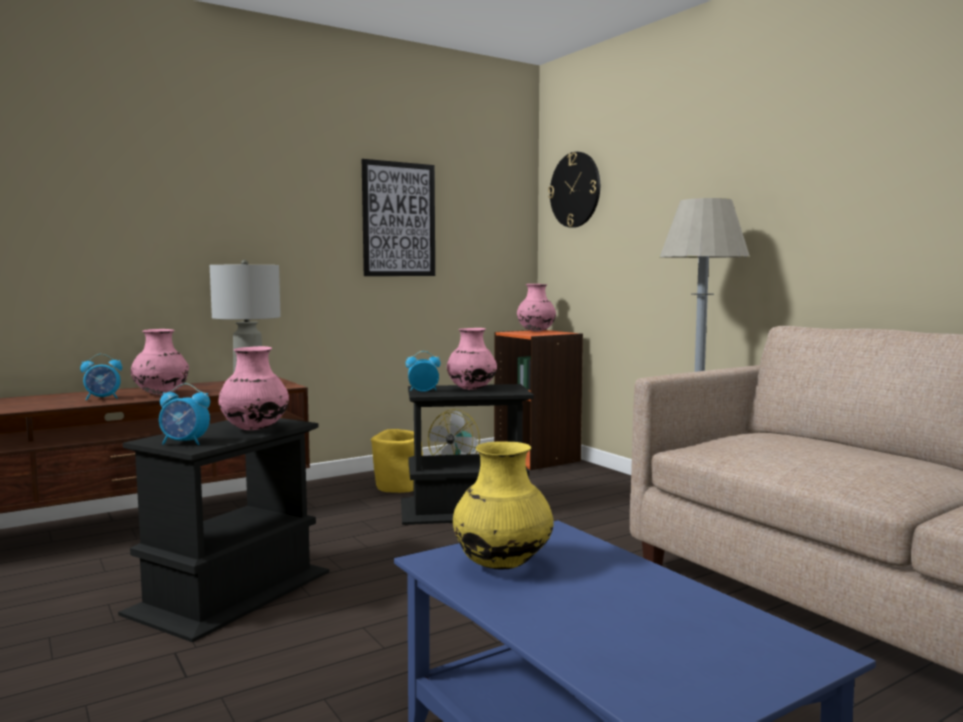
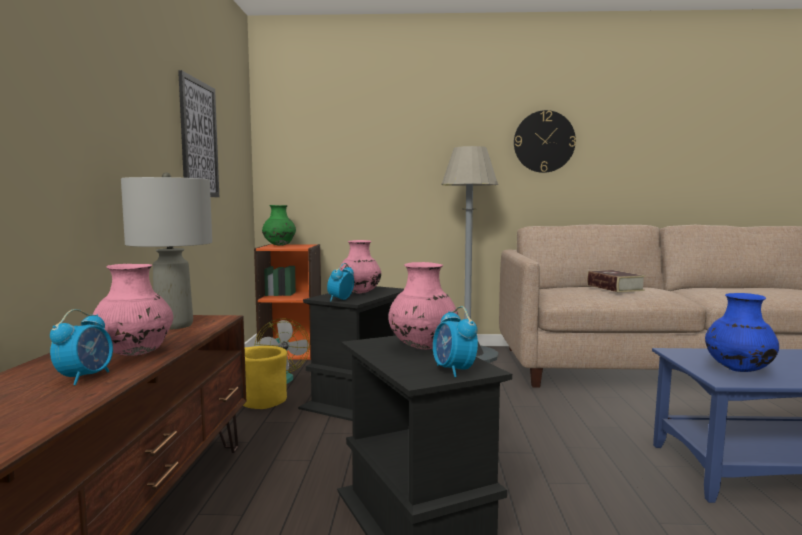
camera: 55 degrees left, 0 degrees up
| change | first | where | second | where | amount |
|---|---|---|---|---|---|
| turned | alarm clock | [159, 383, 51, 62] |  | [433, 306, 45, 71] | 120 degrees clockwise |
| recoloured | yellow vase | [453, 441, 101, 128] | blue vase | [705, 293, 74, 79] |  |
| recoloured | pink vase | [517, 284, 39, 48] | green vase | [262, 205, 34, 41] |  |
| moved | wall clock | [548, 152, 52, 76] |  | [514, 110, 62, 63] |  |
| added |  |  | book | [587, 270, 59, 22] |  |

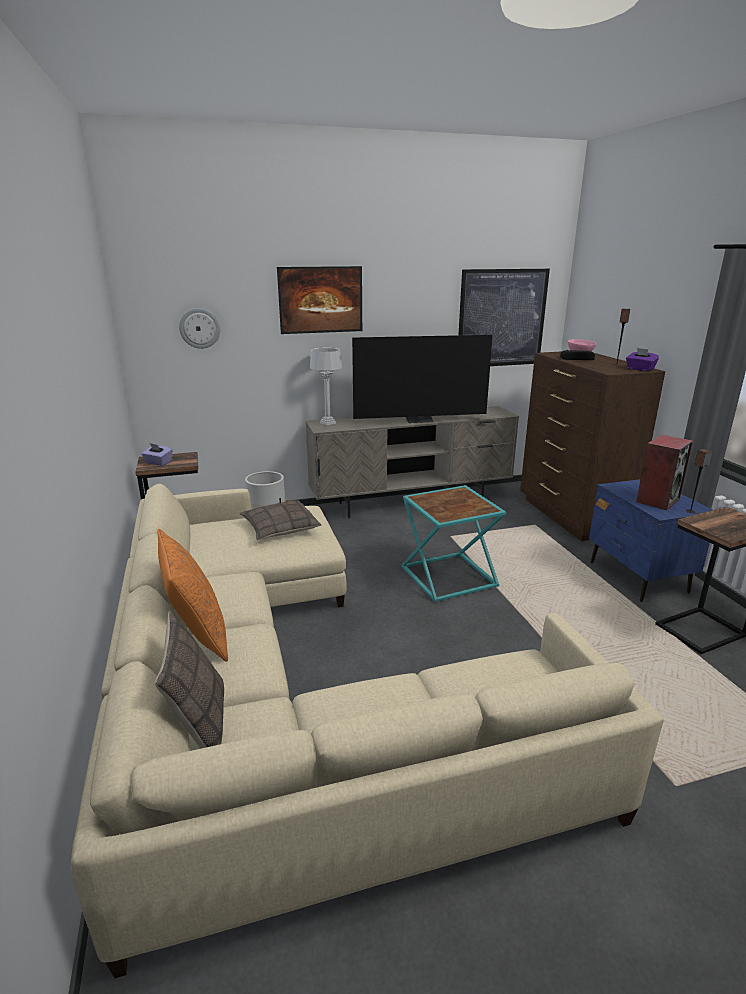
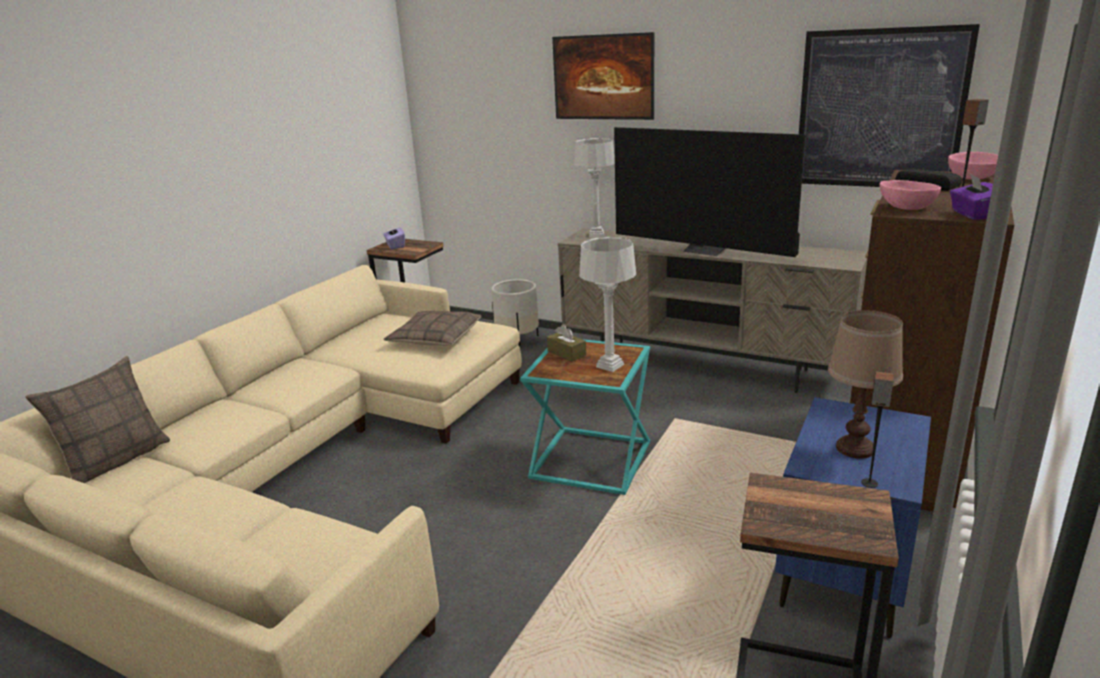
camera: 45 degrees right, 0 degrees up
| change | first | where | second | where | amount |
|---|---|---|---|---|---|
| removed | orange pillow | [157, 529, 71, 133] |  |  |  |
| removed | wall clock | [179, 308, 41, 41] |  |  |  |
| replaced | speaker | [636, 435, 57, 75] | brown table lamp | [828, 310, 75, 149] |  |
| added |  |  | brown tissue box | [547, 325, 39, 36] |  |
| added |  |  | grey table lamp | [579, 237, 57, 135] |  |
| added |  |  | pink bowl | [879, 180, 62, 30] |  |

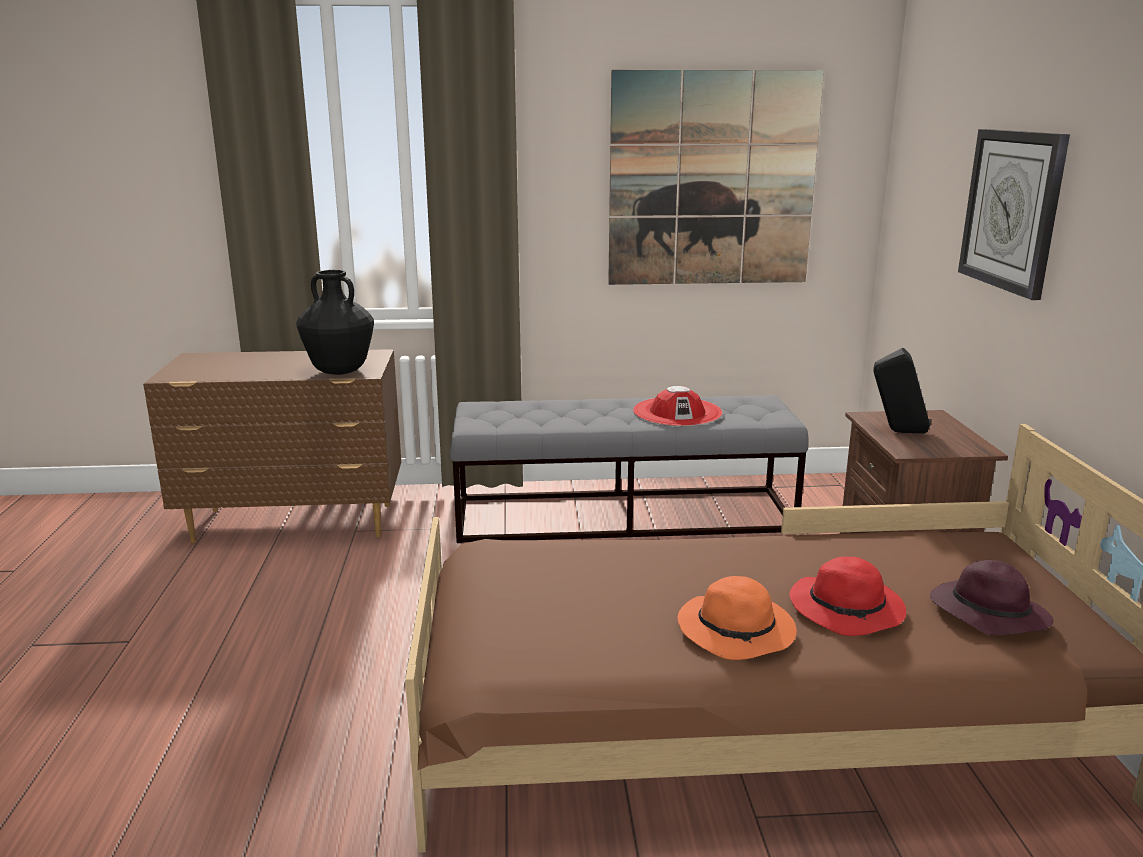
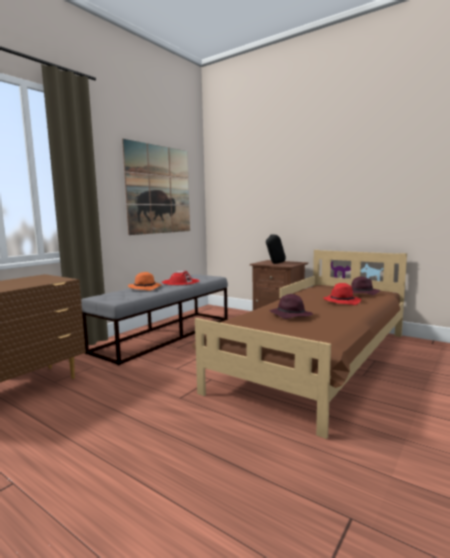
camera: 50 degrees left, 10 degrees down
| change | first | where | second | where | amount |
|---|---|---|---|---|---|
| removed | black vase | [296, 270, 78, 105] |  |  |  |
| moved | orange hat | [678, 576, 119, 84] |  | [128, 272, 33, 19] |  |
| removed | wall clock | [958, 129, 112, 171] |  |  |  |
| added |  |  | purple hat | [270, 294, 43, 25] |  |

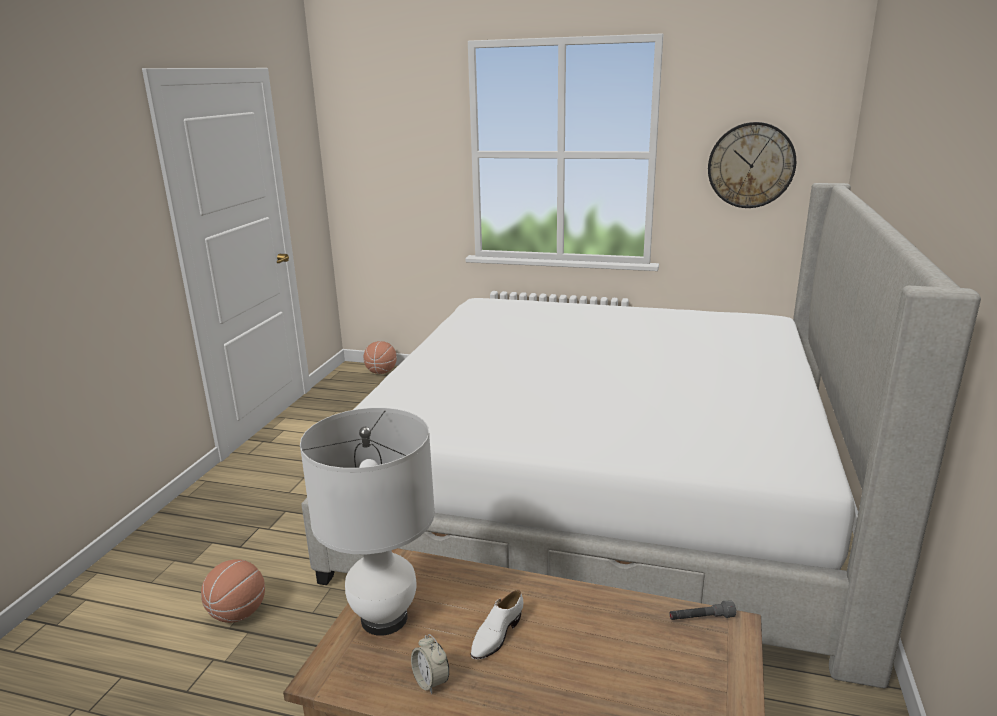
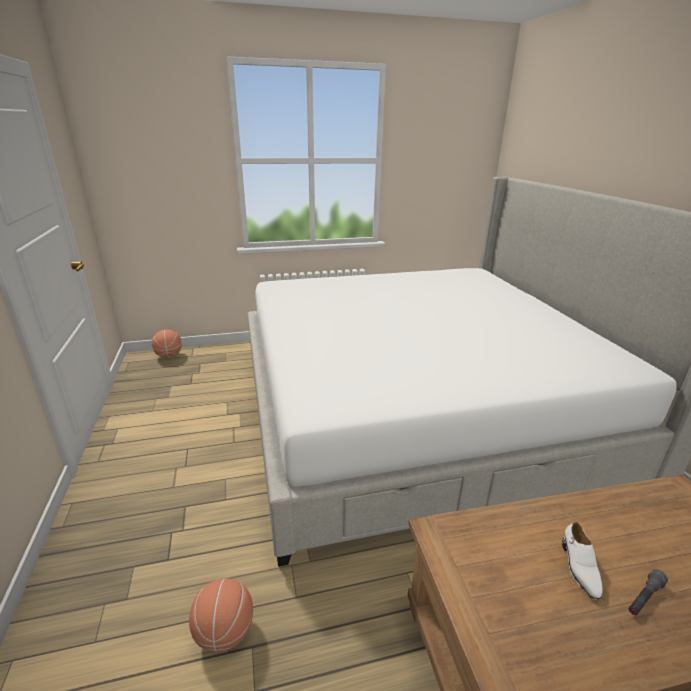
camera: 30 degrees left, 5 degrees up
| change | first | where | second | where | amount |
|---|---|---|---|---|---|
| removed | white table lamp | [300, 408, 135, 228] |  |  |  |
| removed | alarm clock | [411, 634, 38, 60] |  |  |  |
| moved | grey flashlight | [669, 600, 67, 20] |  | [629, 569, 39, 46] |  |
| removed | wall clock | [708, 122, 88, 86] |  |  |  |

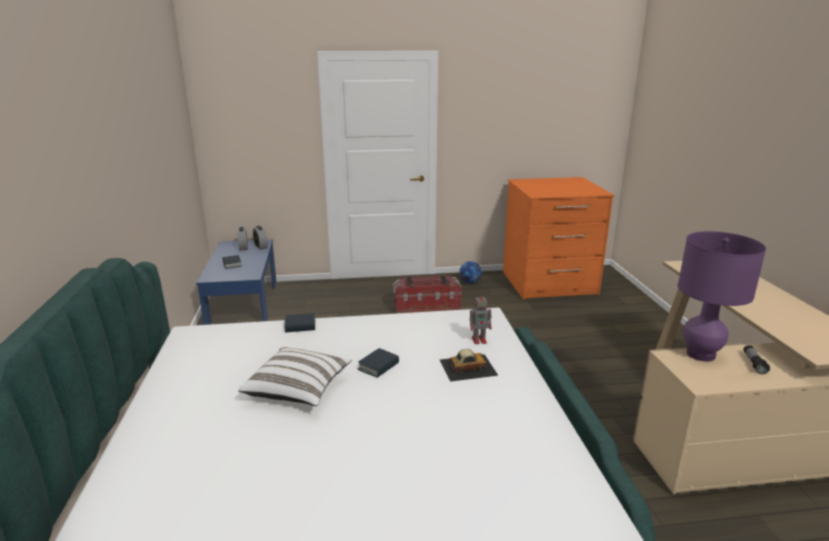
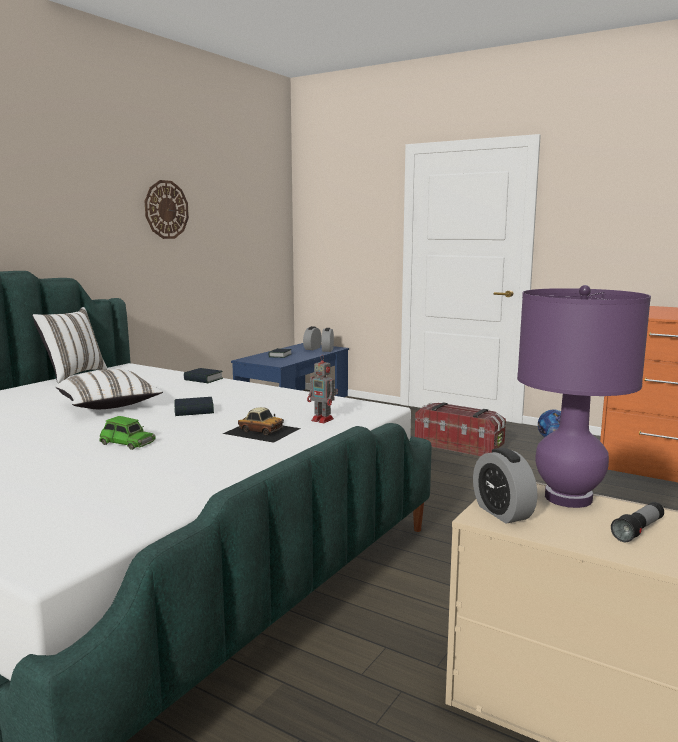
camera: 40 degrees right, 10 degrees down
| change | first | where | second | where | amount |
|---|---|---|---|---|---|
| added |  |  | white pillow | [32, 307, 75, 76] |  |
| added |  |  | green toy car | [99, 416, 57, 34] |  |
| added |  |  | wall clock | [145, 180, 44, 59] |  |
| added |  |  | alarm clock | [473, 448, 64, 76] |  |

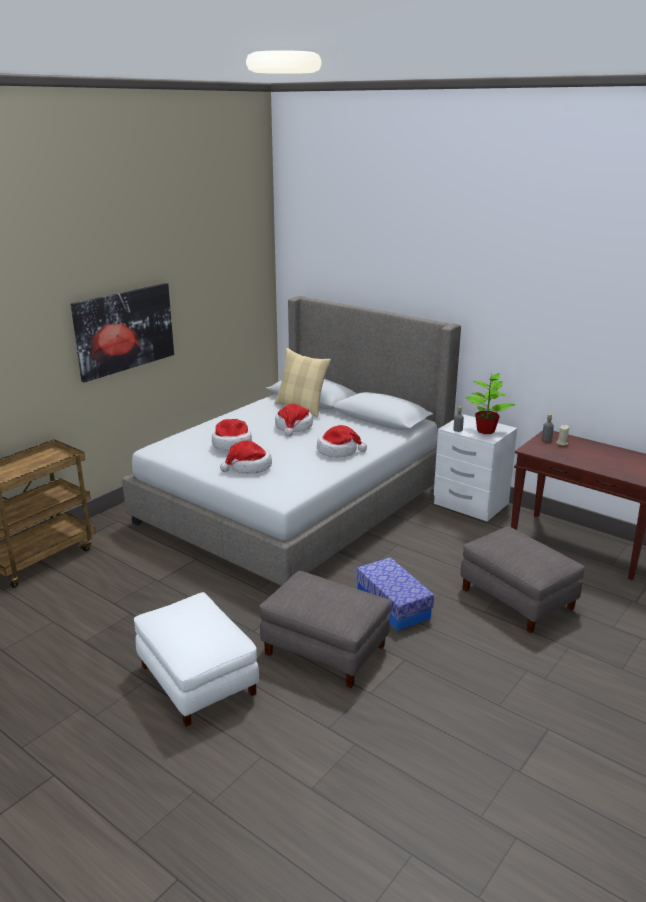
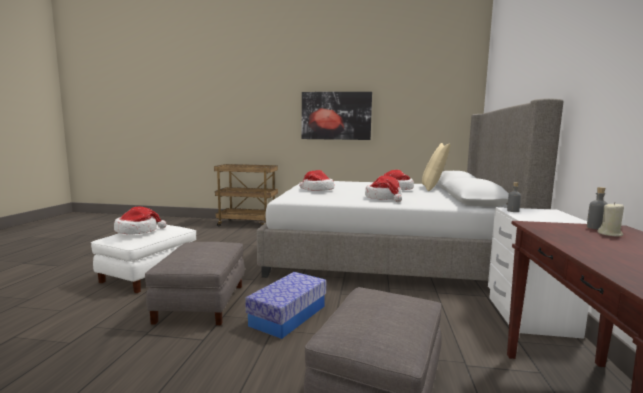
camera: 60 degrees right, 15 degrees down
| change | first | where | second | where | amount |
|---|---|---|---|---|---|
| moved | hat | [212, 419, 40, 31] |  | [114, 207, 53, 27] |  |
| removed | potted plant | [465, 372, 50, 62] |  |  |  |

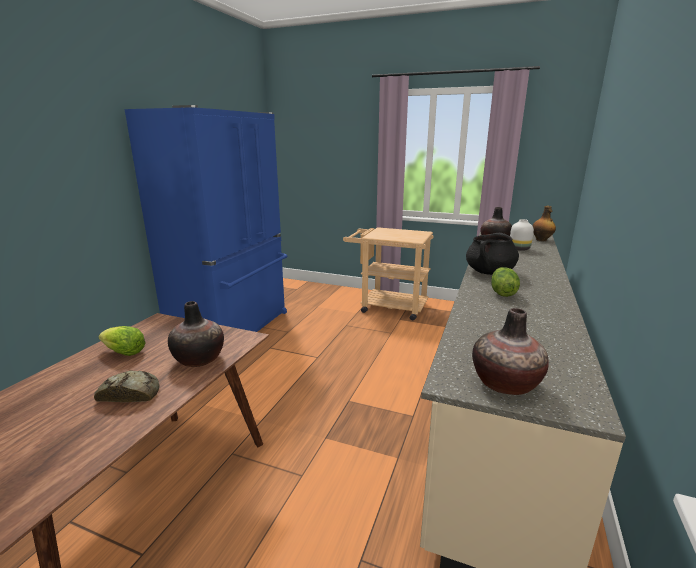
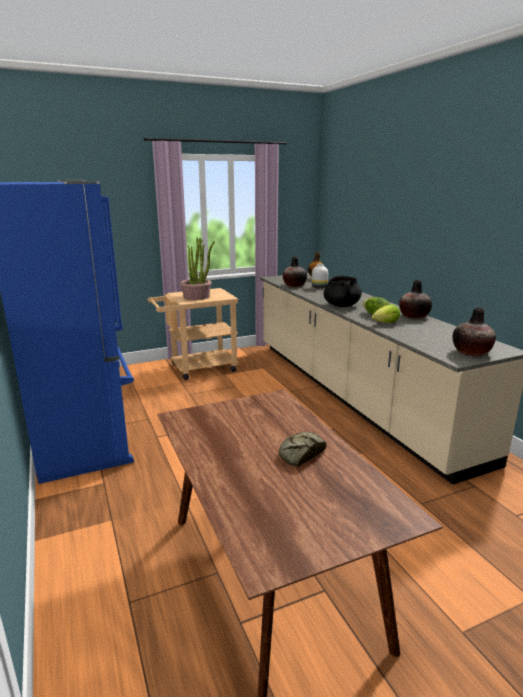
camera: 45 degrees left, 0 degrees up
| change | first | where | second | where | amount |
|---|---|---|---|---|---|
| moved | lettuce | [99, 326, 47, 30] |  | [372, 304, 28, 19] |  |
| moved | vase | [168, 301, 56, 66] |  | [399, 280, 33, 39] |  |
| added |  |  | potted plant | [180, 237, 35, 63] |  |

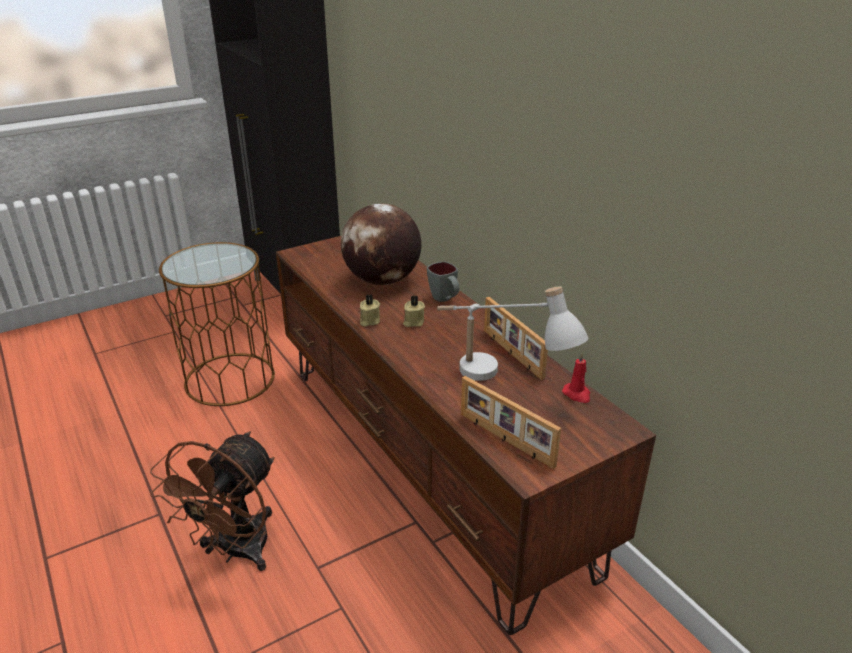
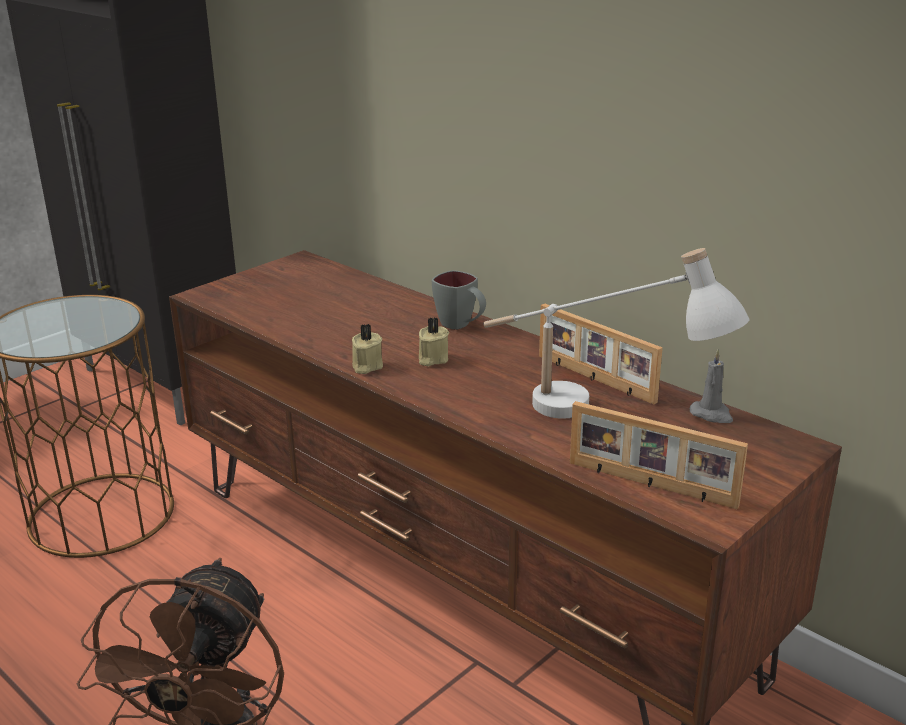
camera: 15 degrees left, 5 degrees down
| change | first | where | second | where | amount |
|---|---|---|---|---|---|
| removed | globe | [341, 203, 80, 82] |  |  |  |
| recoloured | red candle | [562, 353, 28, 50] | grey candle | [690, 349, 43, 74] |  |

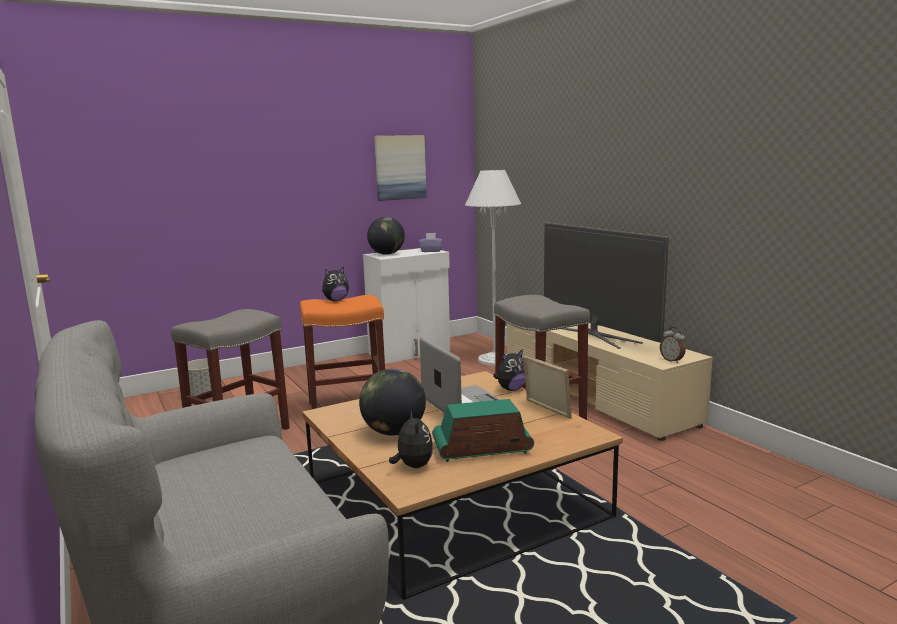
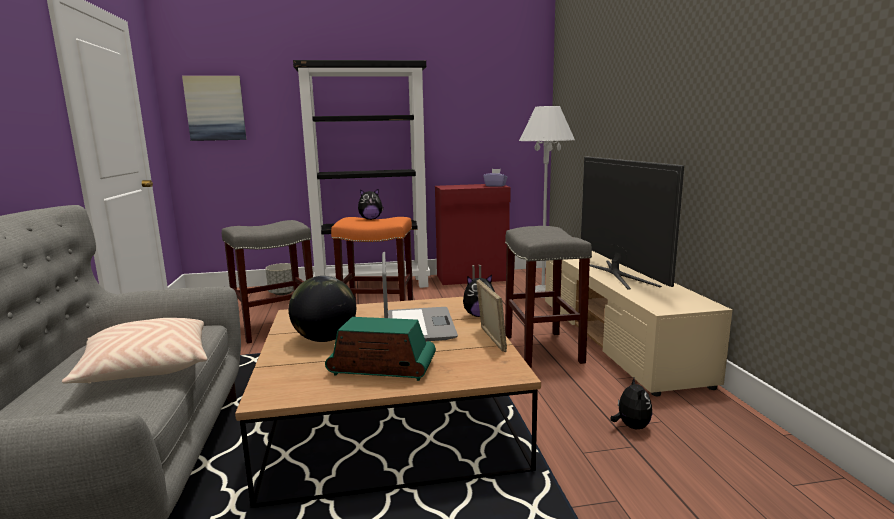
camera: 20 degrees right, 0 degrees up
| change | first | where | second | where | amount |
|---|---|---|---|---|---|
| recoloured | white cabinet | [363, 248, 87, 116] | red cabinet | [435, 184, 76, 101] |  |
| removed | globe | [367, 217, 38, 38] |  |  |  |
| moved | picture | [374, 135, 53, 66] |  | [182, 76, 64, 65] |  |
| moved | plush toy | [389, 410, 44, 58] |  | [611, 376, 41, 53] |  |
| removed | alarm clock | [660, 327, 26, 36] |  |  |  |
| added |  |  | beige pillow | [62, 318, 146, 66] |  |
| added |  |  | black bookcase | [293, 60, 137, 228] |  |

